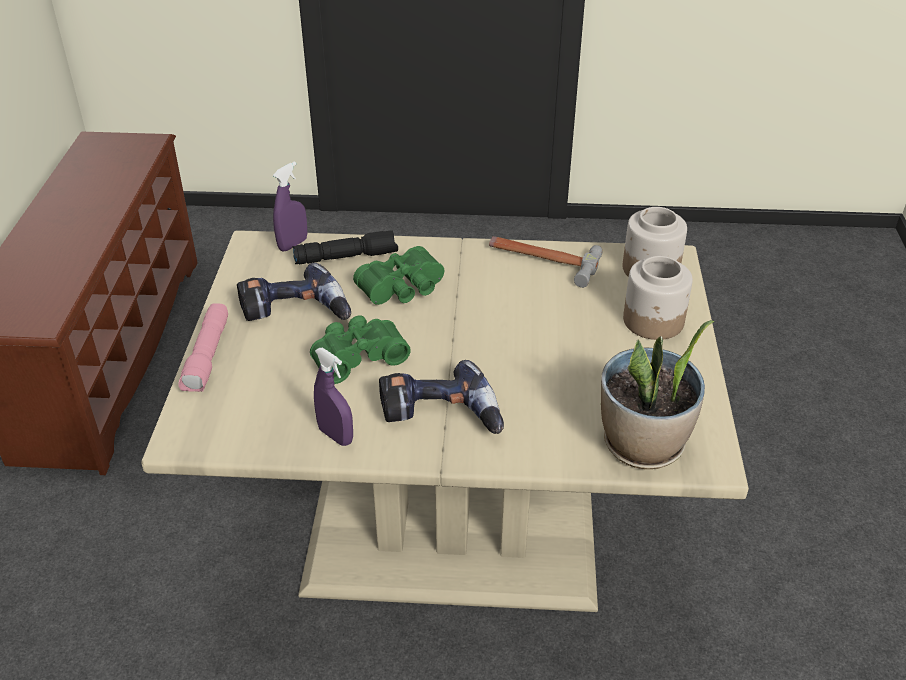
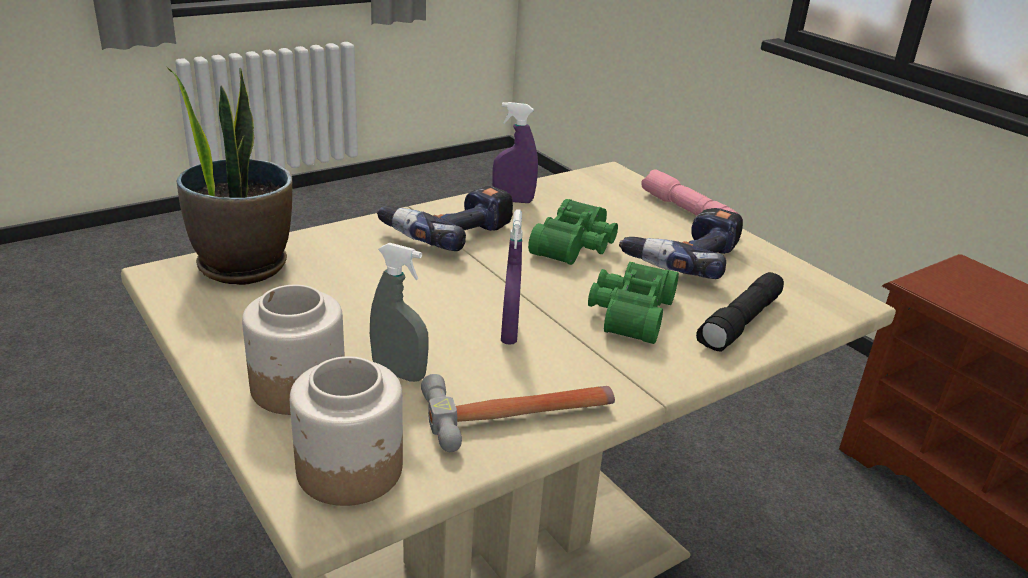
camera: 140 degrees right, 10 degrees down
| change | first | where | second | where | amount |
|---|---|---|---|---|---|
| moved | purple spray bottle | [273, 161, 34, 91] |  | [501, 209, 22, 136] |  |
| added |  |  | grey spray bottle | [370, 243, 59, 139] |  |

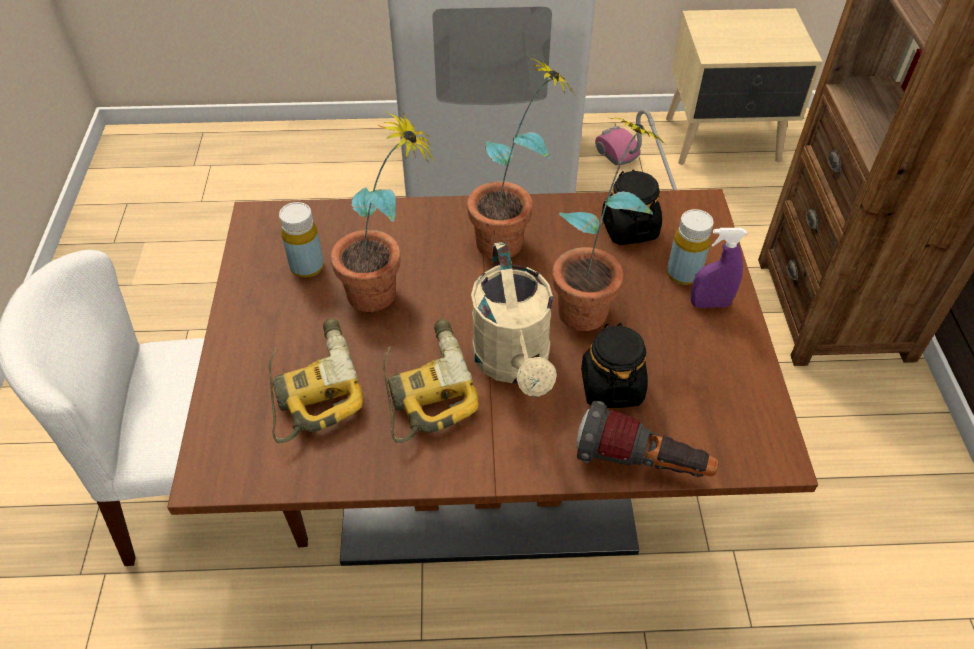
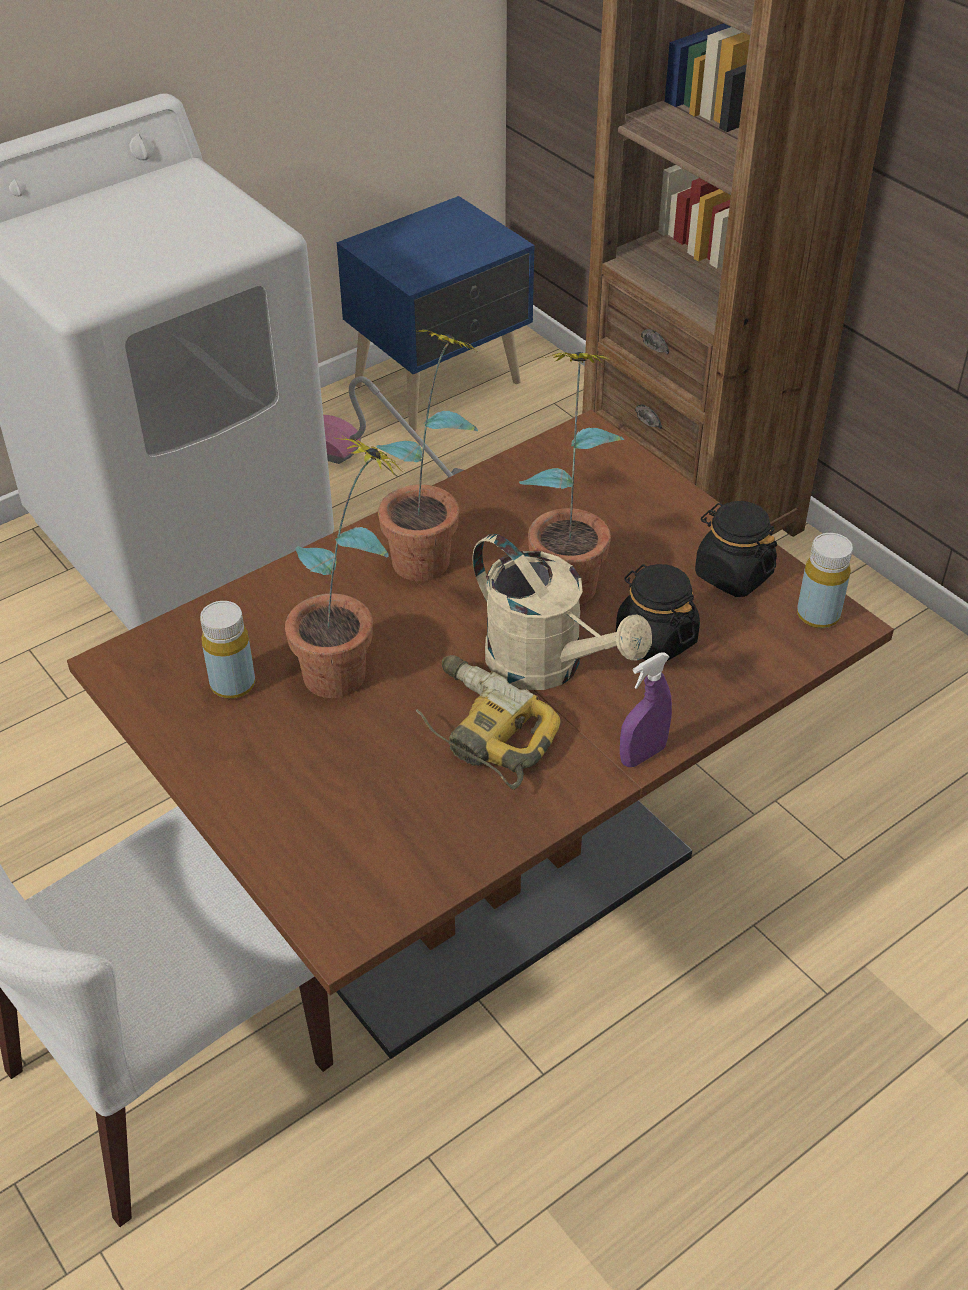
camera: 35 degrees left, 5 degrees down
| change | first | where | second | where | amount |
|---|---|---|---|---|---|
| removed | power drill | [269, 318, 94, 125] |  |  |  |
| removed | flashlight | [577, 401, 141, 76] |  |  |  |
| moved | black jar | [602, 169, 60, 76] |  | [695, 501, 82, 96] |  |
| recoloured | beige nightstand | [666, 8, 157, 157] | blue nightstand | [337, 196, 197, 235] |  |
| moved | yellow bottle | [667, 209, 46, 76] |  | [797, 533, 56, 95] |  |
| moved | purple spray bottle | [690, 228, 57, 80] |  | [620, 652, 52, 115] |  |

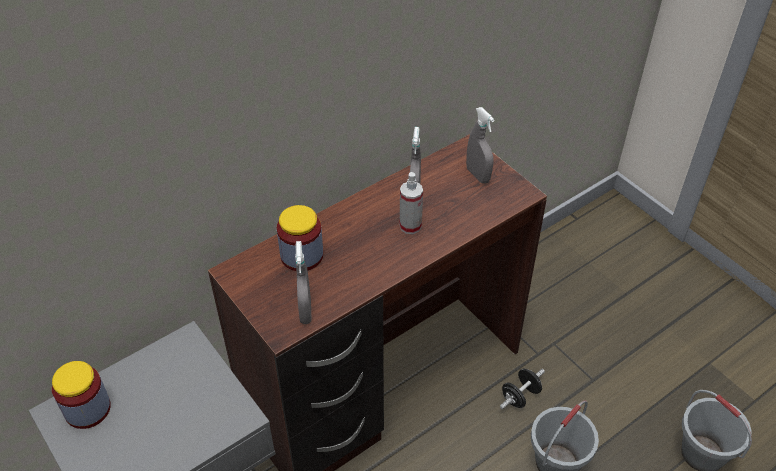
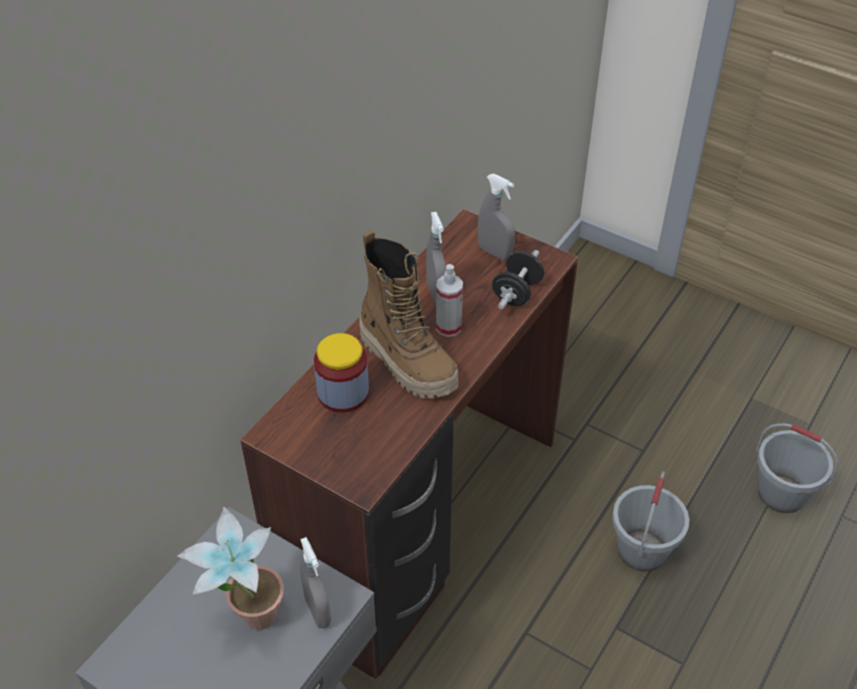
camera: 20 degrees left, 0 degrees up
| change | first | where | second | where | amount |
|---|---|---|---|---|---|
| removed | jar | [52, 361, 59, 68] |  |  |  |
| moved | grey spray bottle | [295, 241, 17, 83] |  | [300, 537, 31, 92] |  |
| moved | black dumbbell | [500, 368, 45, 41] |  | [492, 250, 52, 59] |  |
| added |  |  | potted plant | [177, 506, 107, 124] |  |
| added |  |  | boot | [359, 230, 100, 168] |  |

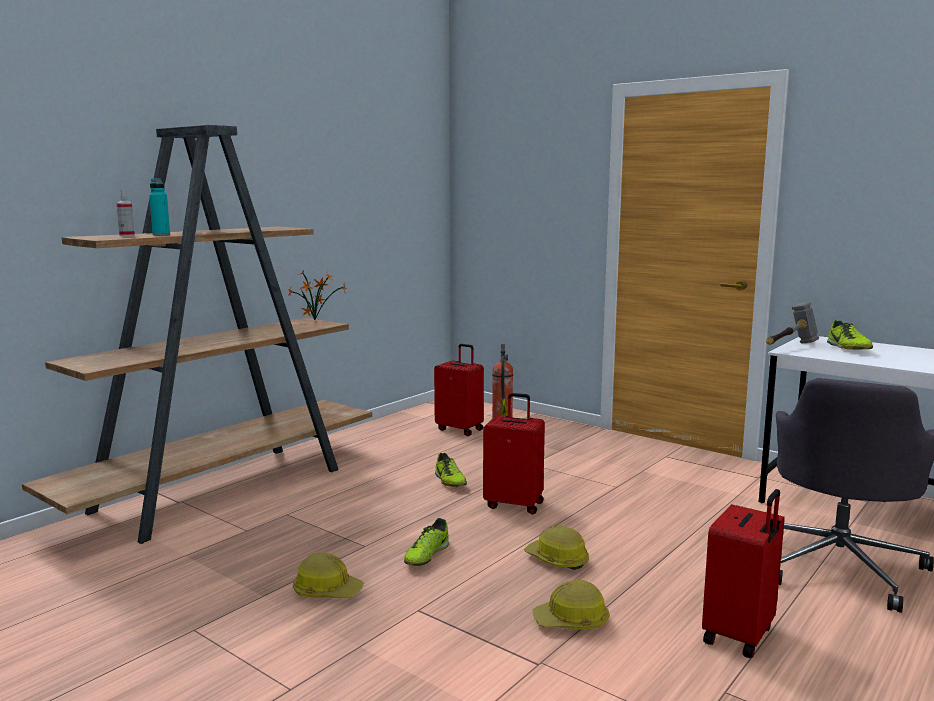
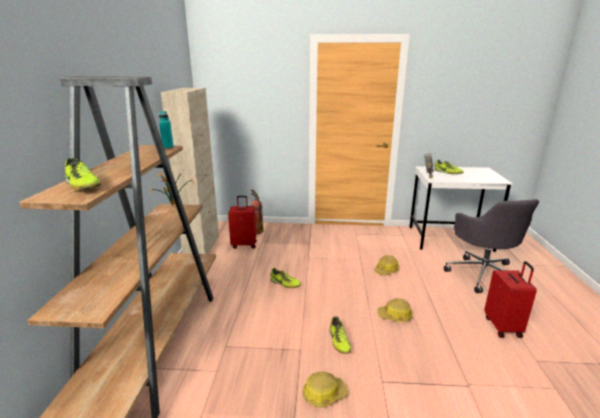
camera: 35 degrees left, 10 degrees up
| change | first | where | second | where | amount |
|---|---|---|---|---|---|
| replaced | spray bottle | [117, 190, 18, 46] | shoe | [65, 158, 36, 32] |  |
| moved | turquoise bottle | [149, 179, 21, 57] |  | [158, 111, 16, 38] |  |
| removed | red suitcase | [483, 393, 62, 121] |  |  |  |
| moved | hard hat | [532, 580, 77, 49] |  | [374, 255, 25, 21] |  |
| added |  |  | beige cabinet | [161, 88, 58, 166] |  |

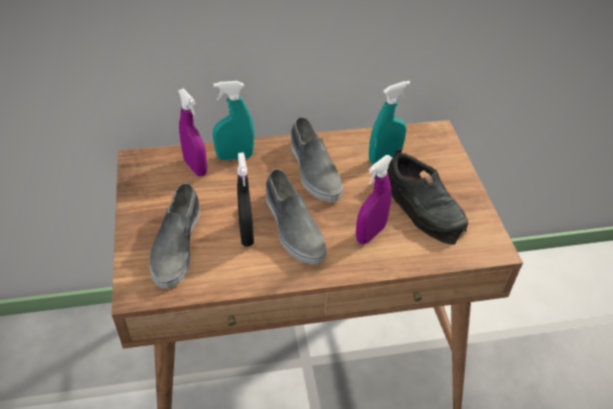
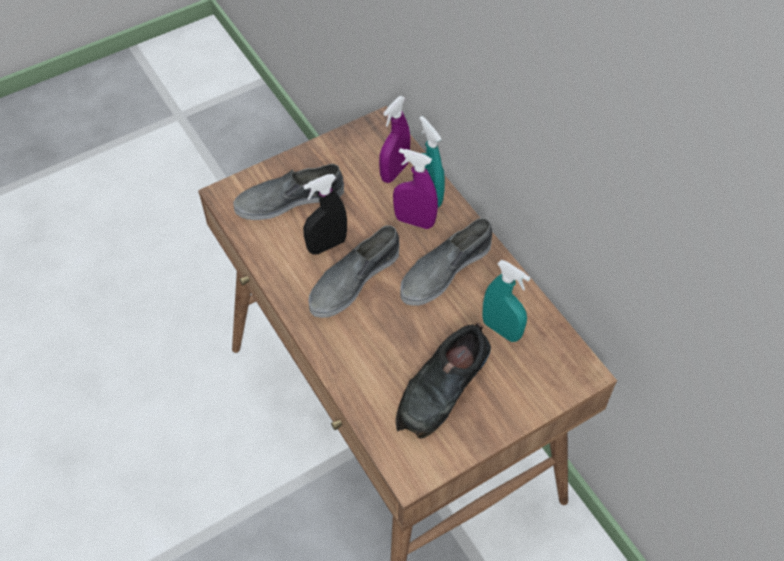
camera: 70 degrees right, 10 degrees up
| change | first | where | second | where | amount |
|---|---|---|---|---|---|
| moved | purple spray bottle | [356, 155, 37, 89] |  | [393, 148, 45, 81] |  |

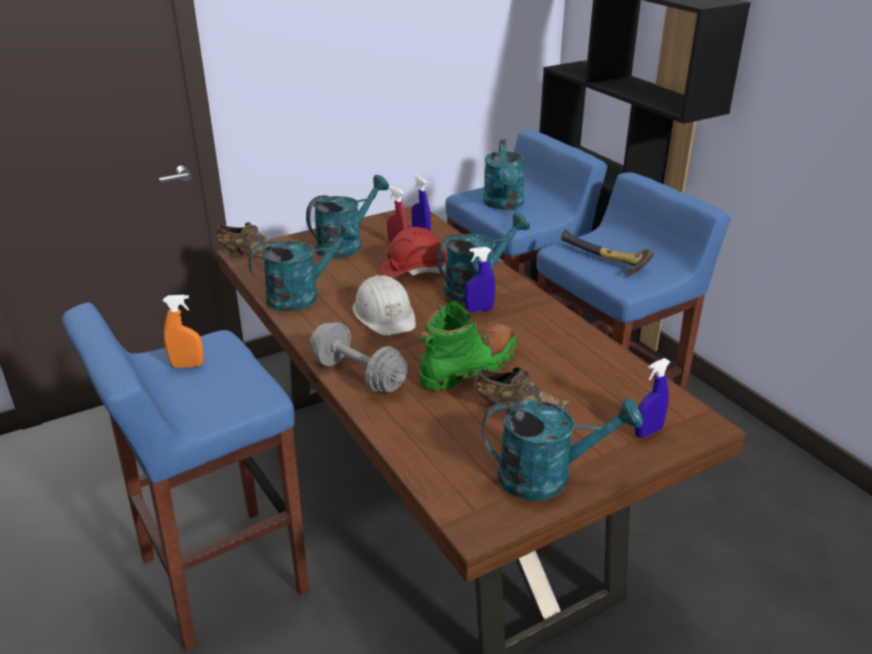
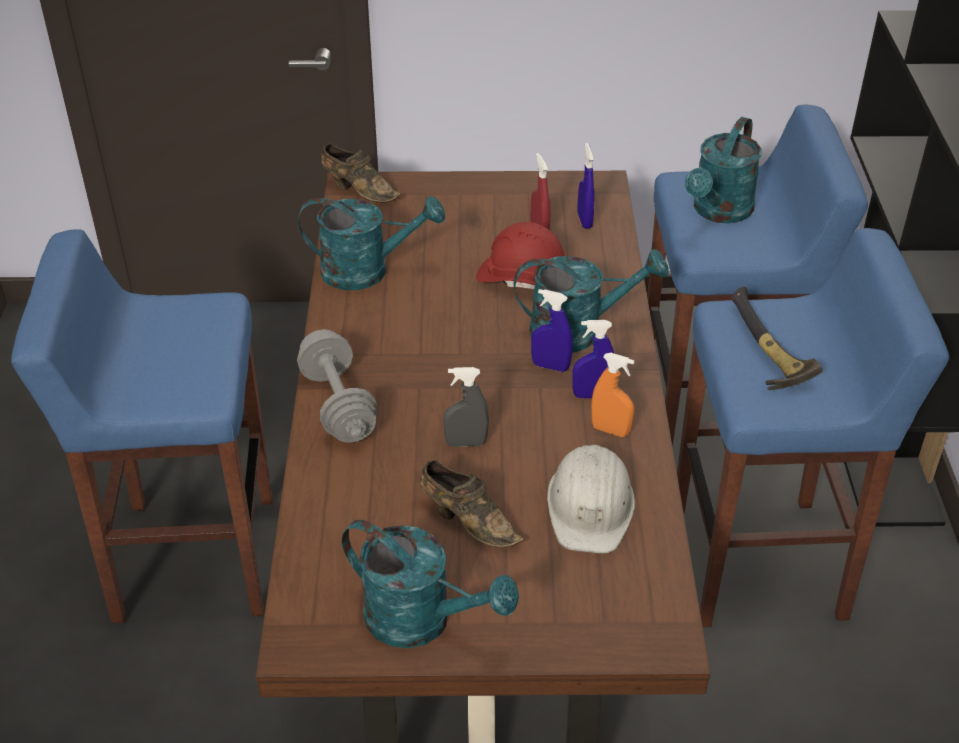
camera: 30 degrees right, 10 degrees up
| change | first | where | second | where | amount |
|---|---|---|---|---|---|
| moved | orange spray bottle | [163, 295, 41, 73] |  | [591, 353, 43, 84] |  |
| removed | turquoise watering can | [306, 175, 83, 83] |  |  |  |
| moved | white hard hat | [353, 275, 63, 61] |  | [547, 445, 88, 108] |  |
| replaced | green boot | [418, 301, 99, 90] | grey spray bottle | [443, 367, 46, 80] |  |
| moved | blue spray bottle | [634, 358, 37, 80] |  | [572, 320, 42, 79] |  |

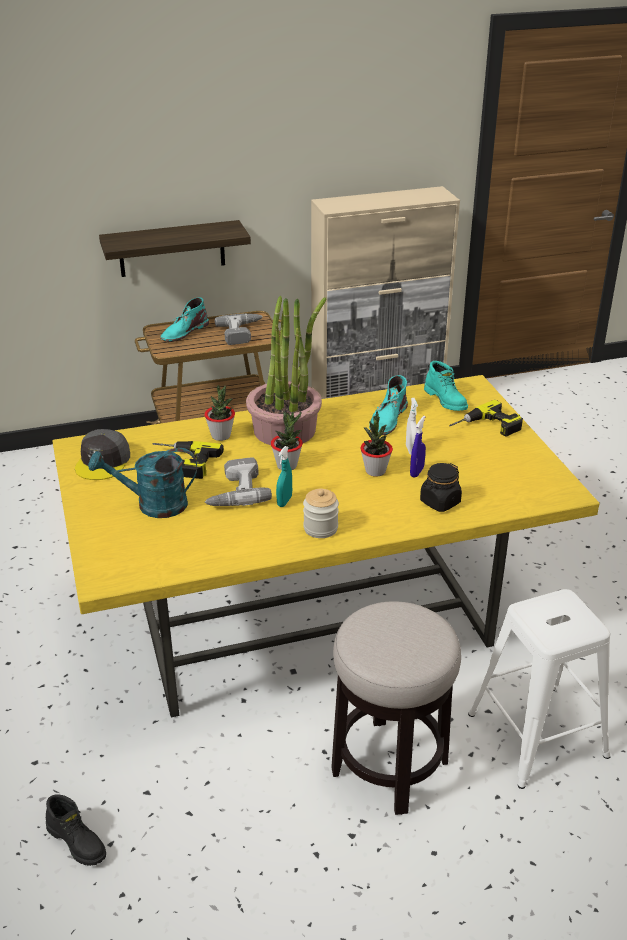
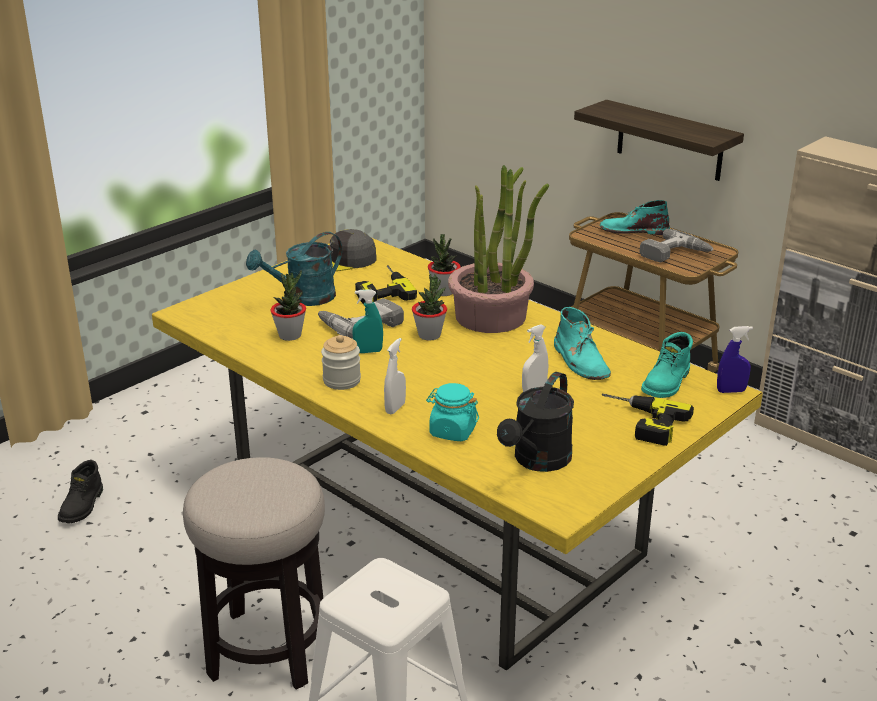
camera: 60 degrees right, 5 degrees down
| change | first | where | second | where | amount |
|---|---|---|---|---|---|
| turned | turquoise watering can | [88, 448, 109, 70] |  | [246, 232, 96, 74] | 90 degrees counterclockwise |
| moved | potted plant | [360, 411, 33, 66] |  | [270, 271, 36, 70] |  |
| turned | turquoise boot | [369, 375, 39, 60] |  | [554, 307, 57, 73] | 105 degrees counterclockwise |
| moved | blue spray bottle | [410, 416, 16, 62] |  | [717, 326, 36, 67] |  |
| recoloured | black jar | [420, 463, 42, 49] | turquoise jar | [426, 383, 53, 58] |  |
| added |  |  | white spray bottle | [384, 338, 22, 76] |  |
| added |  |  | black watering can | [497, 372, 77, 100] |  |

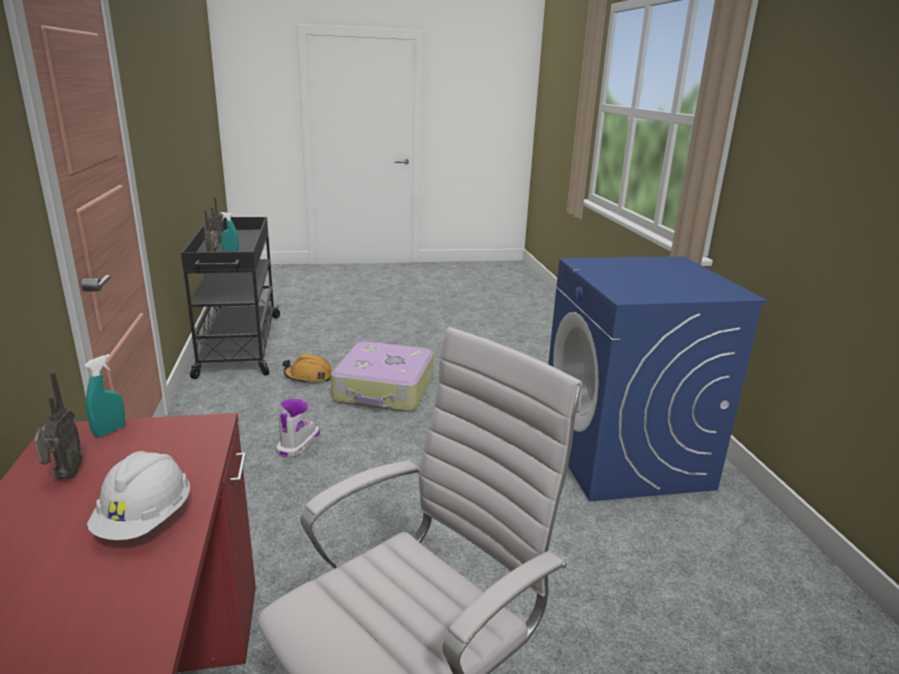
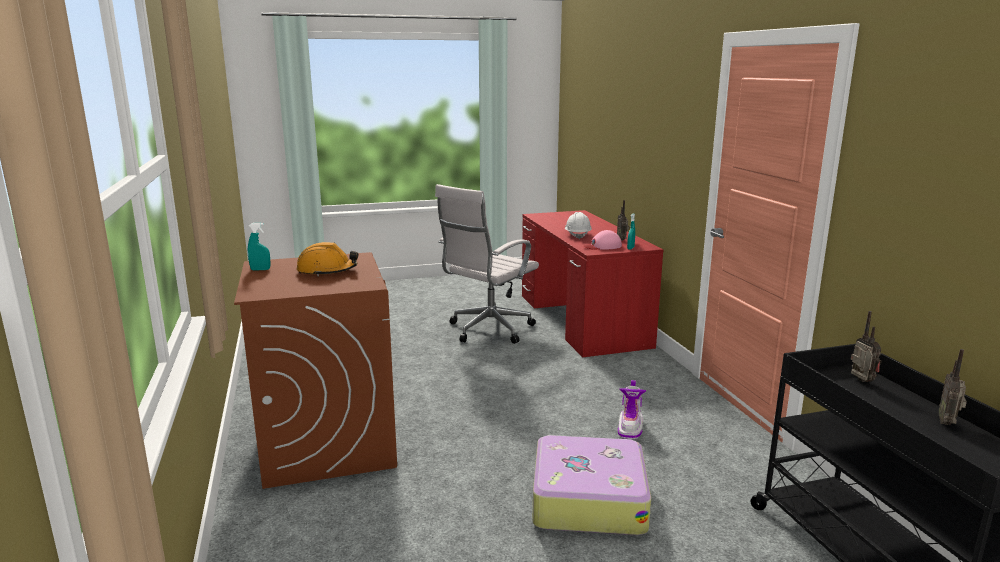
camera: 175 degrees right, 5 degrees down
| change | first | where | second | where | amount |
|---|---|---|---|---|---|
| moved | turquoise spray bottle | [220, 212, 19, 40] |  | [248, 223, 22, 47] |  |
| moved | orange hard hat | [282, 354, 50, 30] |  | [296, 242, 62, 34] |  |
| recoloured | blue washing machine | [548, 256, 220, 245] | brown washing machine | [234, 252, 163, 237] |  |
| added |  |  | pink cap | [584, 230, 38, 20] |  |

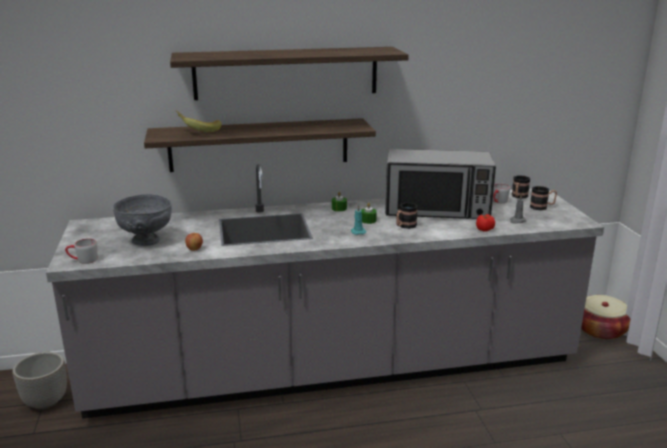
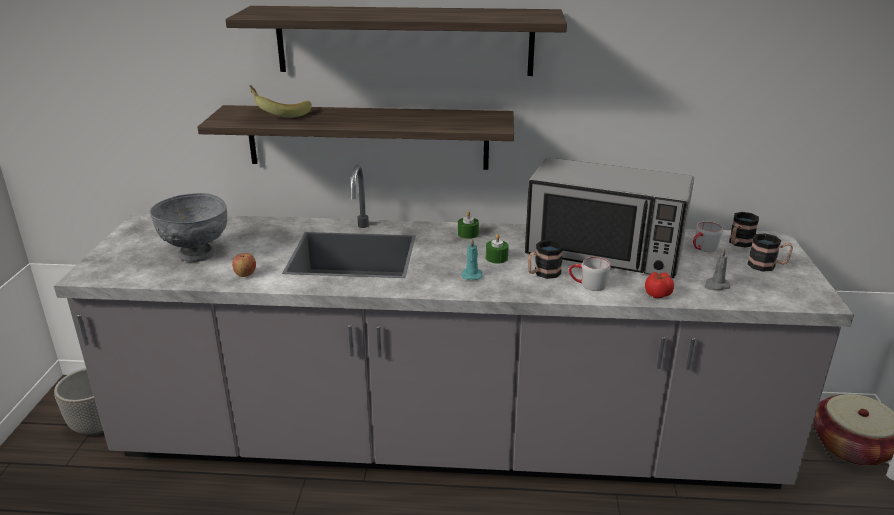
camera: 15 degrees right, 5 degrees up
| change | first | where | second | where | amount |
|---|---|---|---|---|---|
| moved | grey mug | [65, 238, 33, 26] |  | [569, 257, 41, 34] |  |

